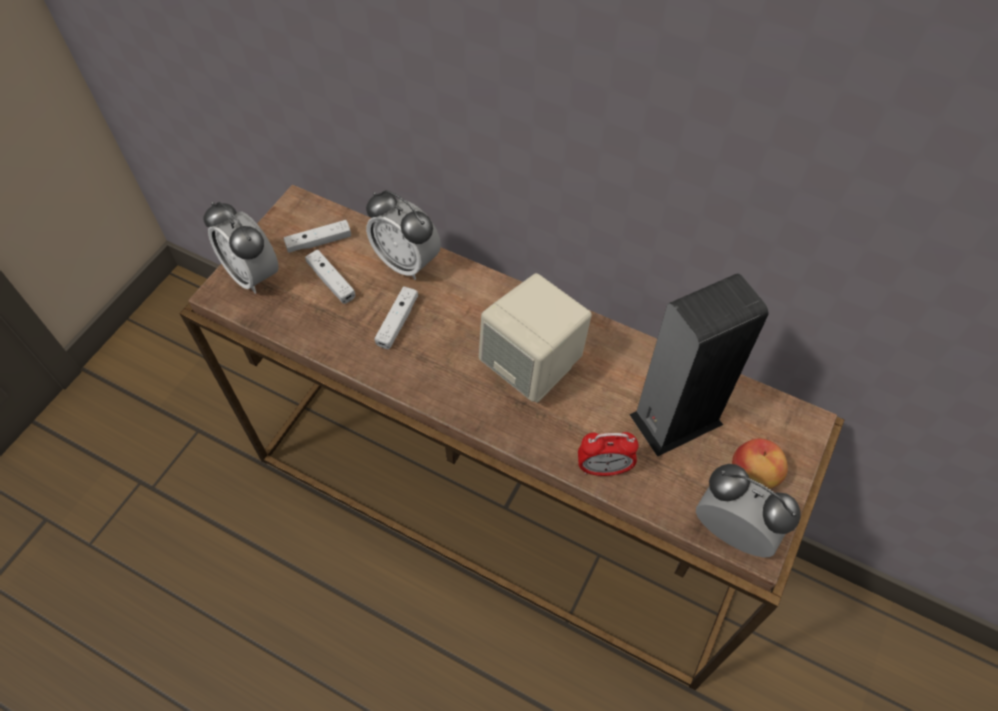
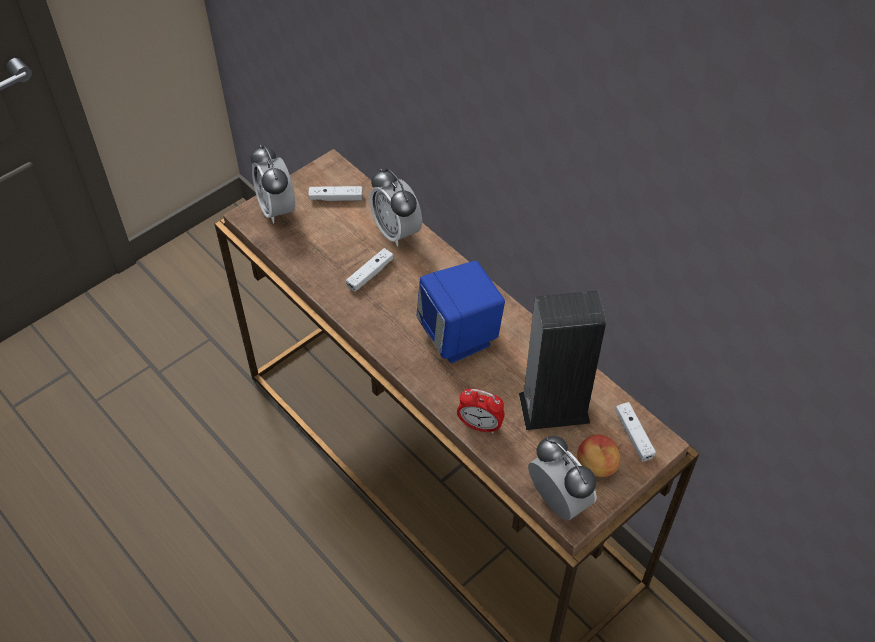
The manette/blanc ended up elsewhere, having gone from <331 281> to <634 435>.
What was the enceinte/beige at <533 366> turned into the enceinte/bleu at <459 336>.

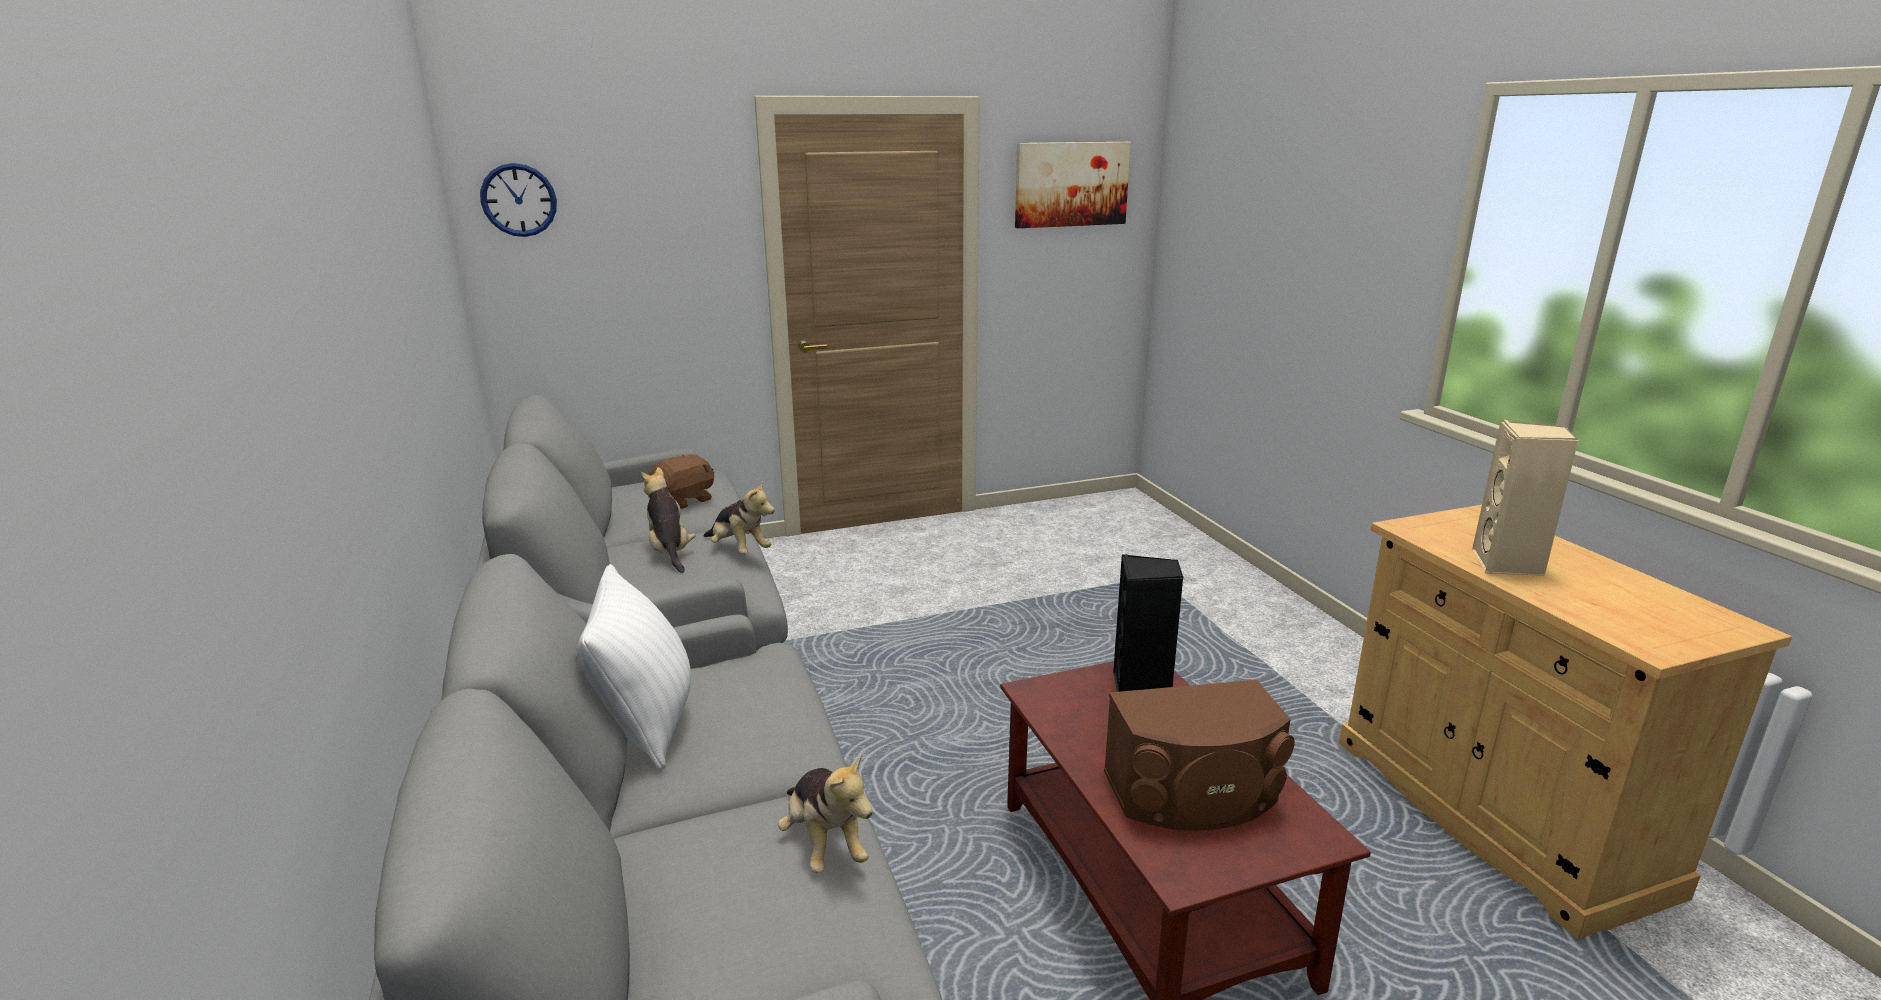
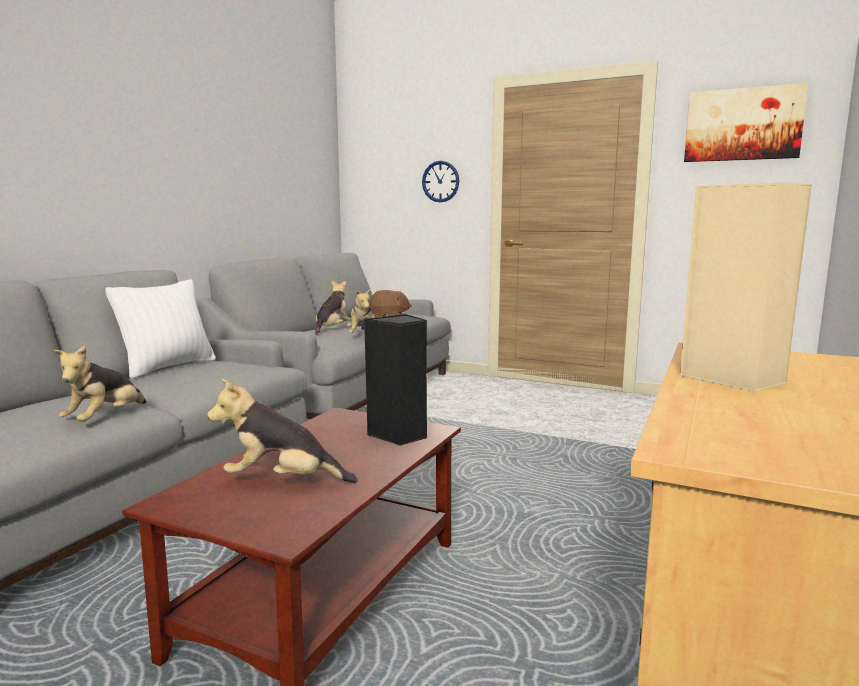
The horloge murale ended up elsewhere, having gone from <519 200> to <440 181>.
Where the enceinte/marron stood at <1194 794>, the peluche came to stand at <282 481>.

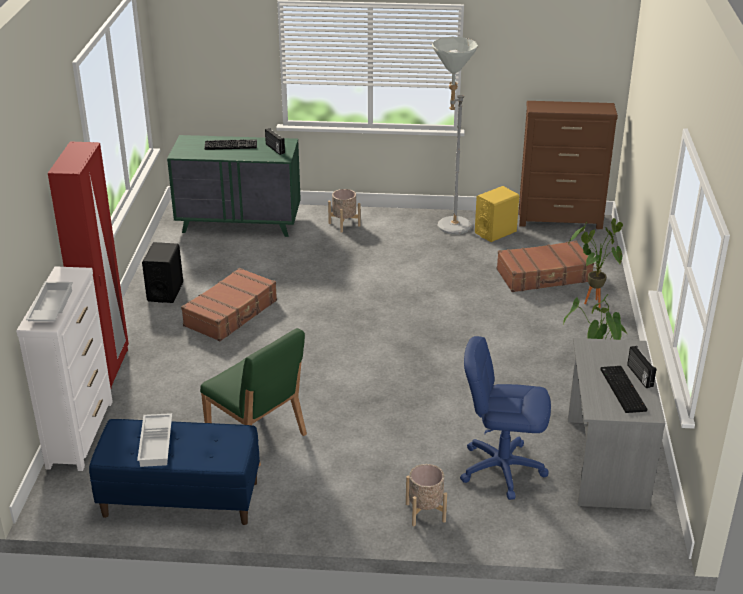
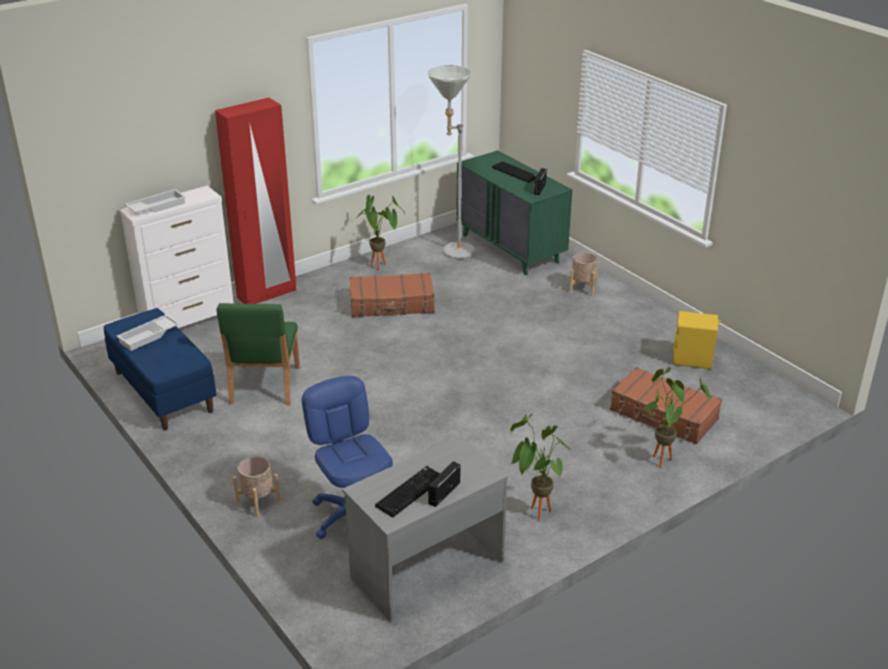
The second view lost the commode/marron at <560 221>.
The lampadaire/gris ended up elsewhere, having gone from <449 229> to <451 251>.
Where the enceinte/noir stood at <165 292>, the plante en pot came to stand at <381 267>.

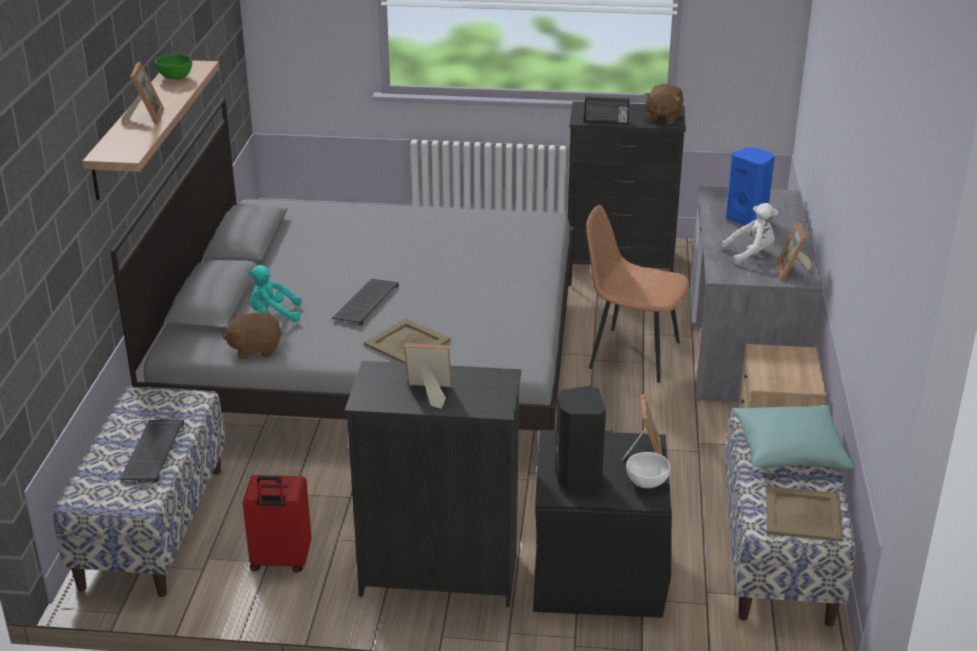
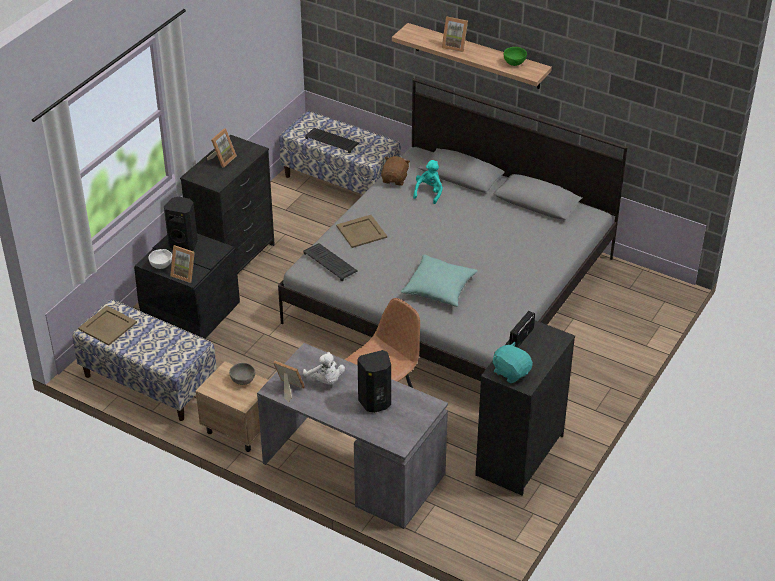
The second view lost the valise/rouge at <280 561>.
The second view gained the bol/gris at <243 381>.
The clavier ended up elsewhere, having gone from <365 302> to <331 262>.
The coussin/turquoise ended up elsewhere, having gone from <789 451> to <439 289>.
What was the peluche/marron at <662 117> turned into the peluche/turquoise at <511 372>.
What was the enceinte/bleu at <747 219> turned into the enceinte/noir at <375 403>.
The peluche/blanc at <751 253> ended up facing another way, 45 degrees counterclockwise from before.

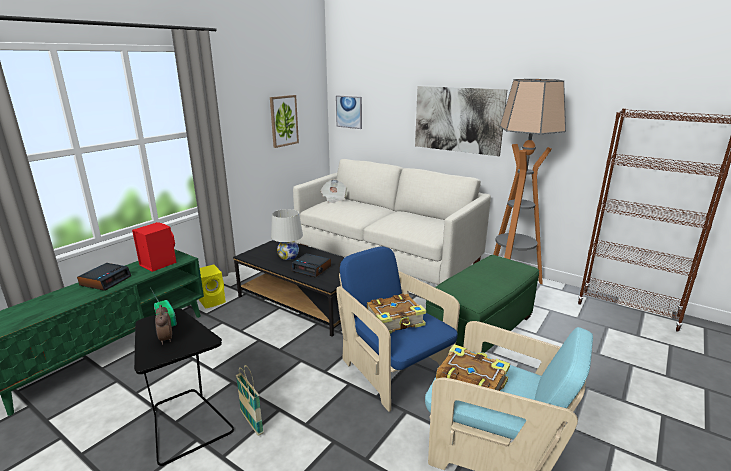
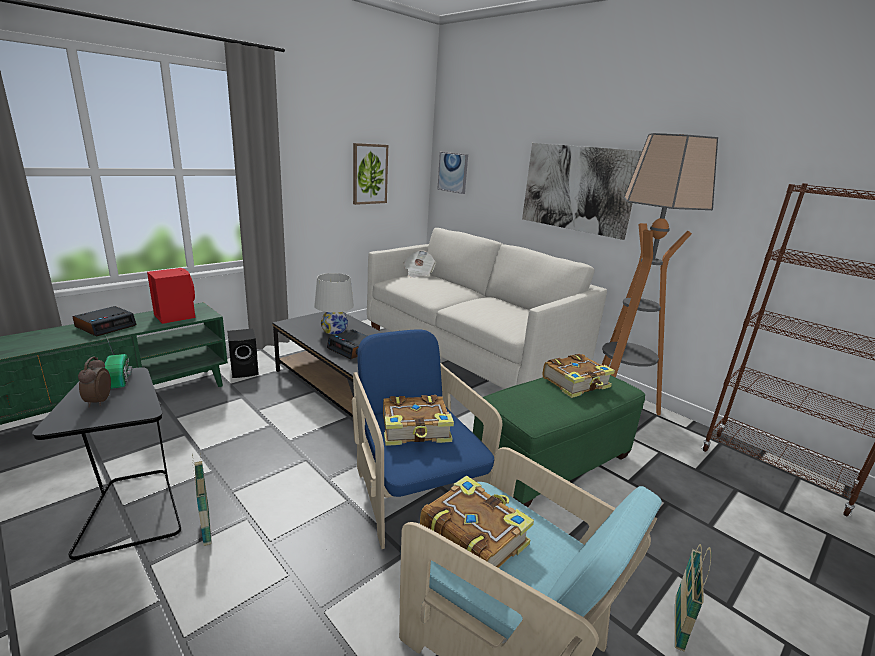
The second view gained the livre at <576 383>.
The second view gained the panier at <678 624>.
What was the enceinte/jaune at <213 300> turned into the enceinte/noir at <245 370>.

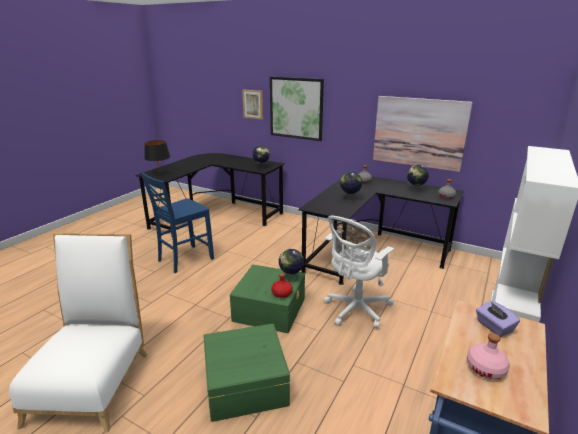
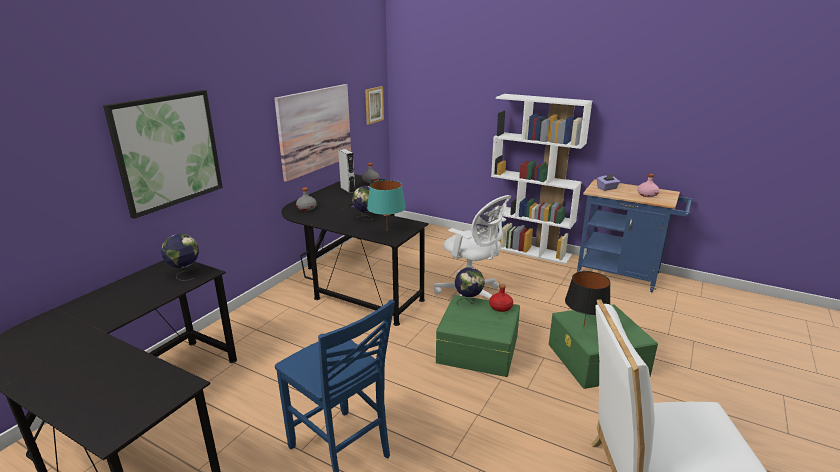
The second view gained the lampe de table/turquoise at <387 230>.
The lampe de table/noir ended up elsewhere, having gone from <159 173> to <583 327>.
The tableau ended up elsewhere, having gone from <253 104> to <373 105>.
Where the globe stood at <415 190>, the enceinte/gris came to stand at <348 189>.

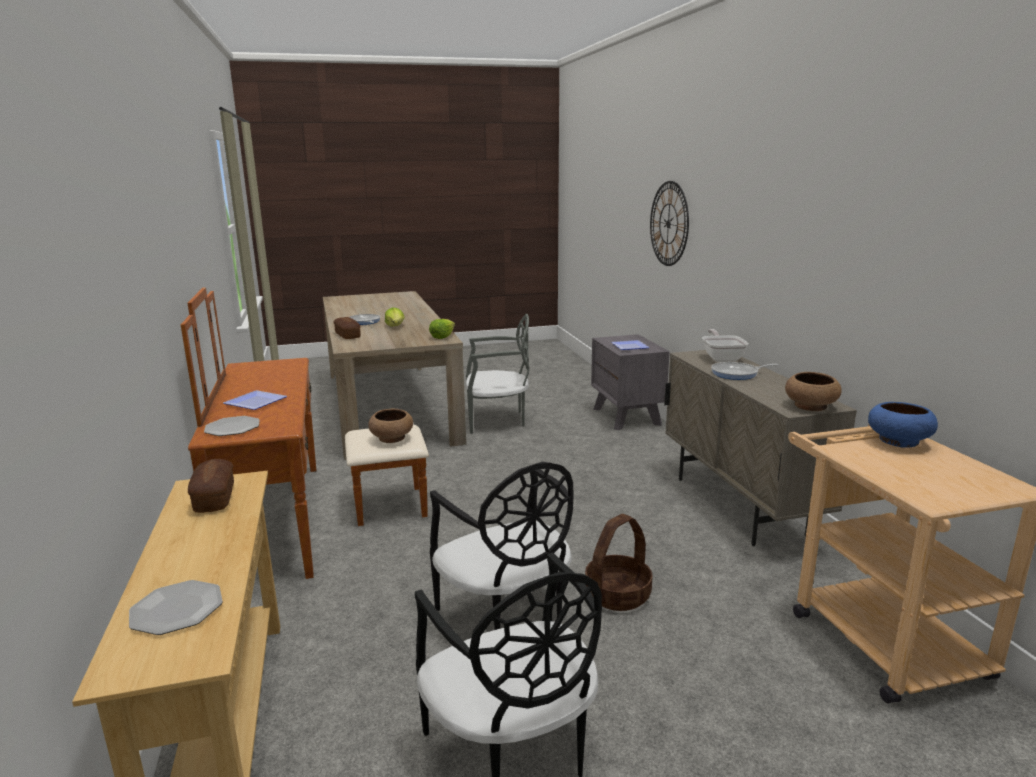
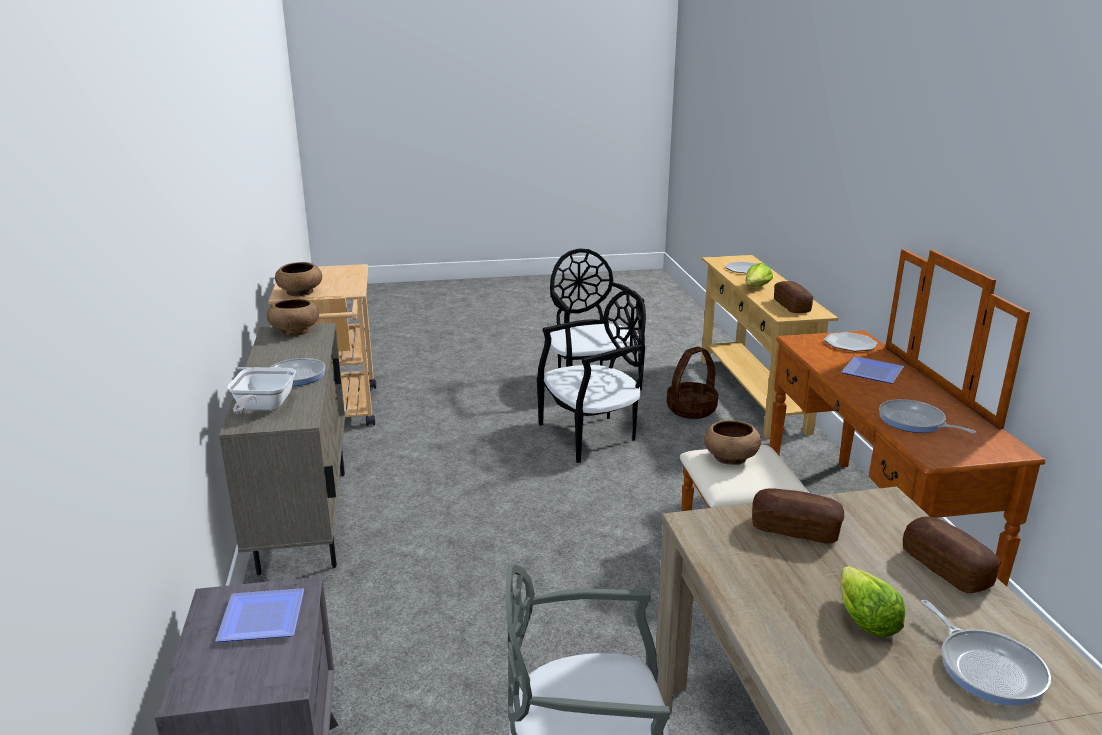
The second view lost the horloge murale at <668 224>.
The second view gained the pain at <795 529>.
The second view gained the poêle at <914 422>.
The laitue ended up elsewhere, having gone from <442 337> to <756 287>.
The panier ended up elsewhere, having gone from <617 595> to <691 409>.
What was the bol/bleu at <898 441> turned into the bol/marron at <300 292>.
The chaise/noir at <506 616> ended up facing another way, 90 degrees clockwise from before.

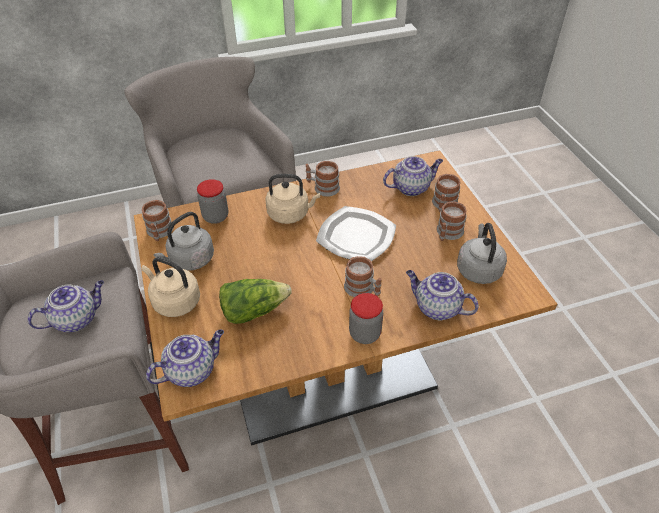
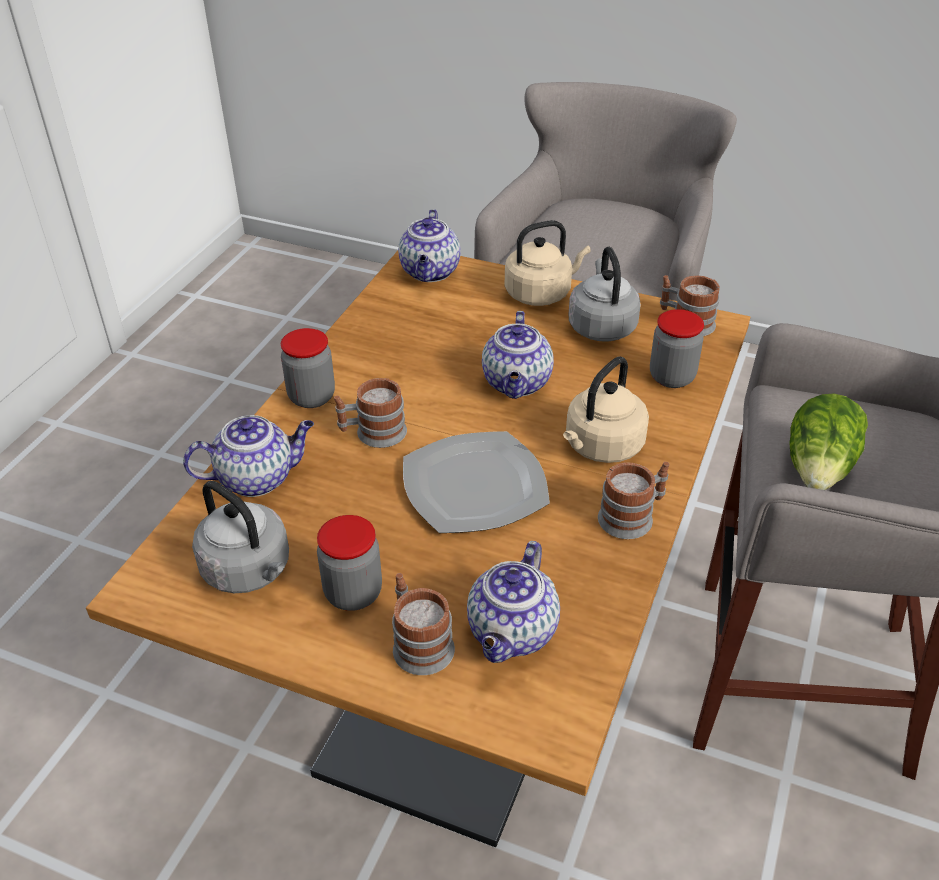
The théière ended up elsewhere, having gone from <77 319> to <517 384>.
The laitue ended up elsewhere, having gone from <253 310> to <819 468>.
Where the mug stood at <447 233>, the bocal came to stand at <353 593>.

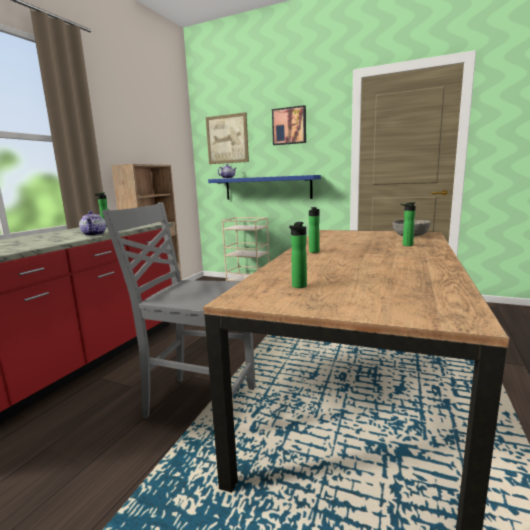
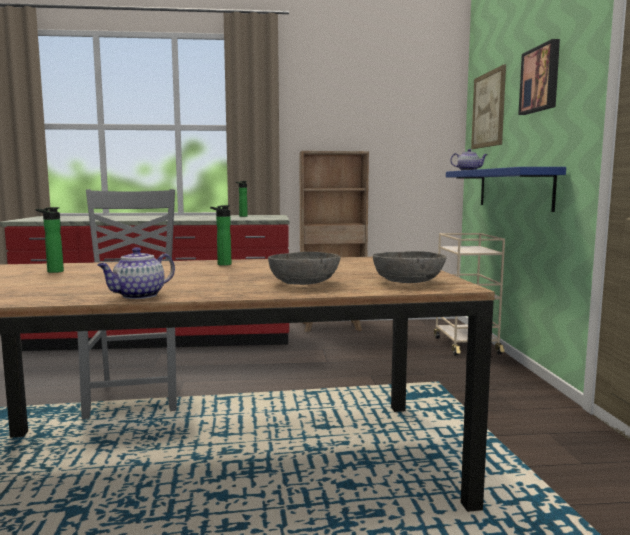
The théière ended up elsewhere, having gone from <94 234> to <138 296>.
Where the bouteille stood at <406 245>, the bol/gris came to stand at <304 283>.

